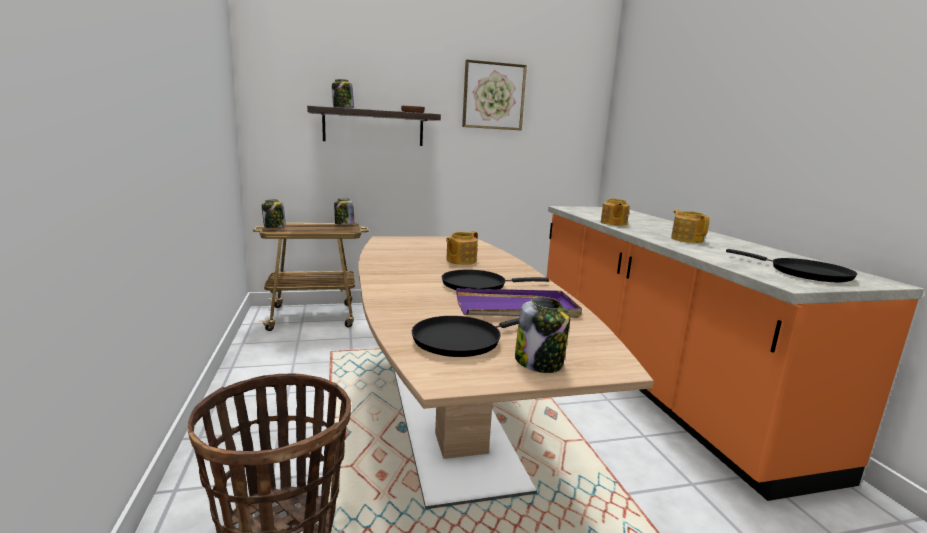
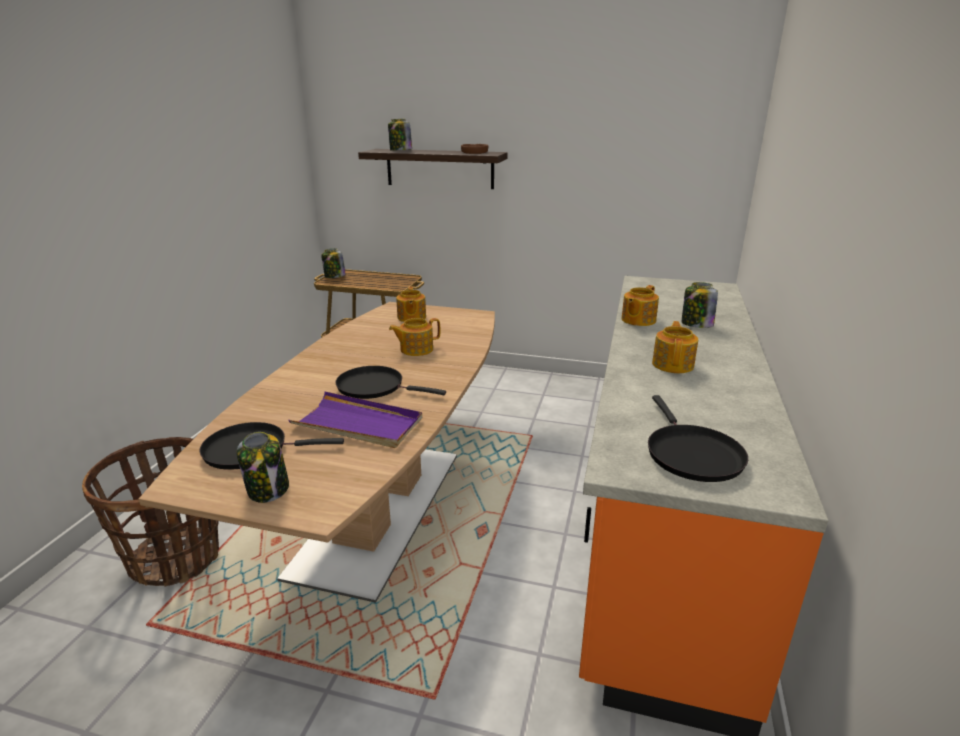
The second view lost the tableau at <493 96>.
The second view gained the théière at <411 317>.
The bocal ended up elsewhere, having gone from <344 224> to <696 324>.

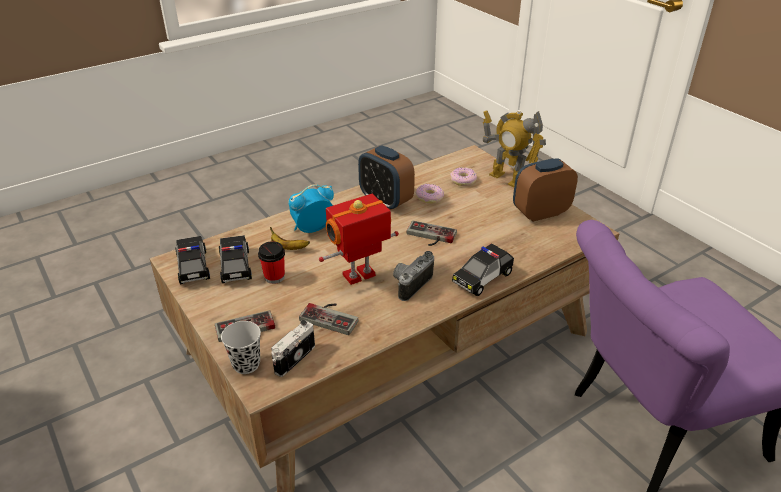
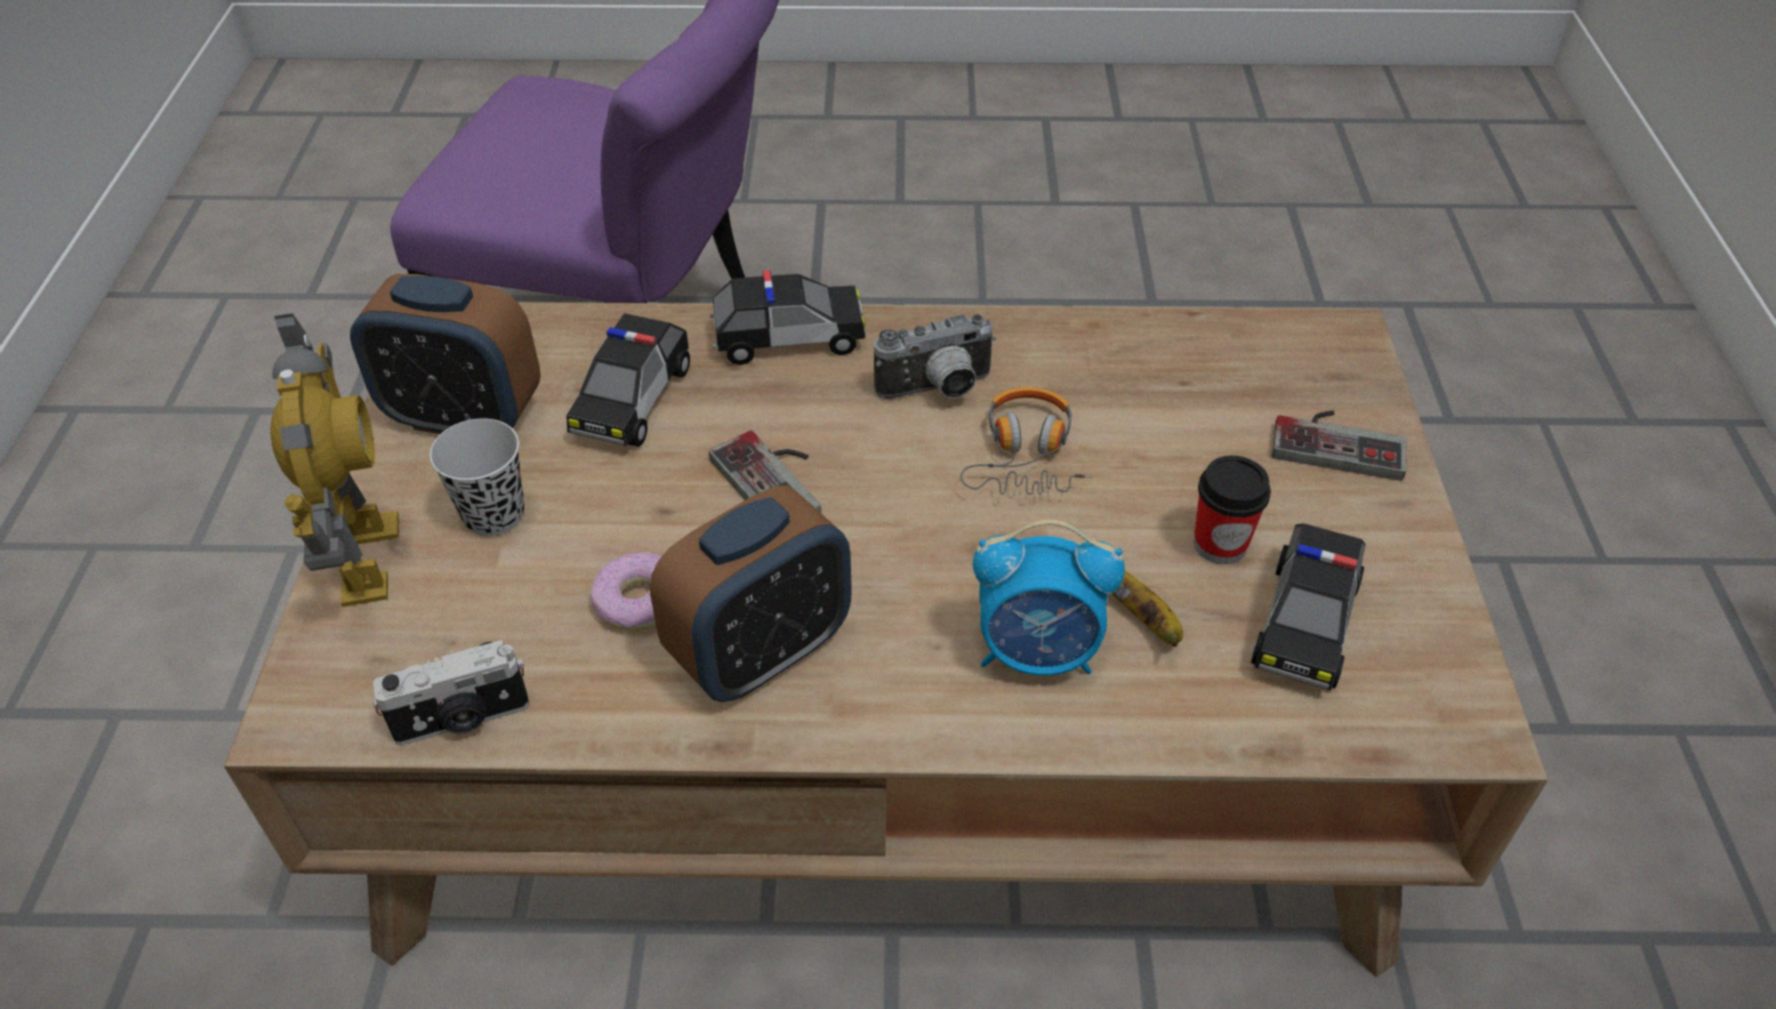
The second view lost the manette at <331 316>.
The second view lost the beignet at <463 180>.
The petite voiture ended up elsewhere, having gone from <193 267> to <633 400>.
The tasse/noir ended up elsewhere, having gone from <246 364> to <494 515>.
The appareil photo ended up elsewhere, having gone from <293 358> to <462 720>.
Where the robot jouet stood at <360 276>, the casque audio came to stand at <1025 455>.
The réveil at <385 201> ended up facing another way, 60 degrees clockwise from before.

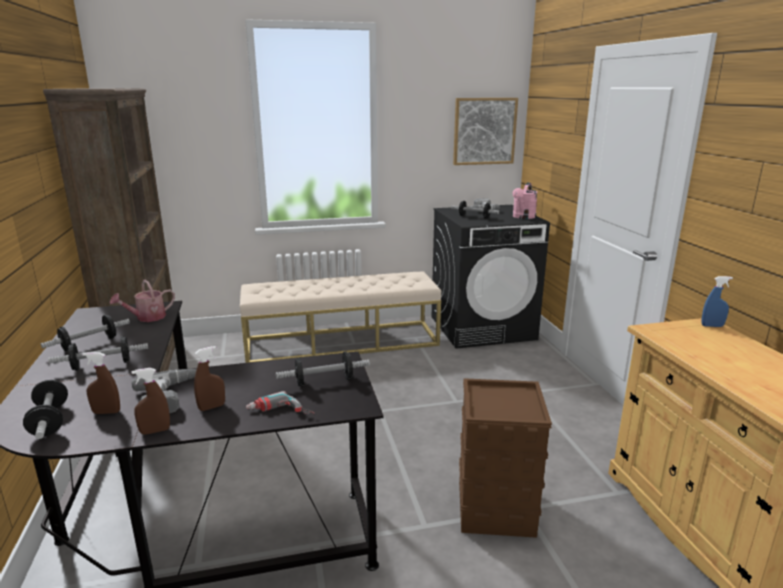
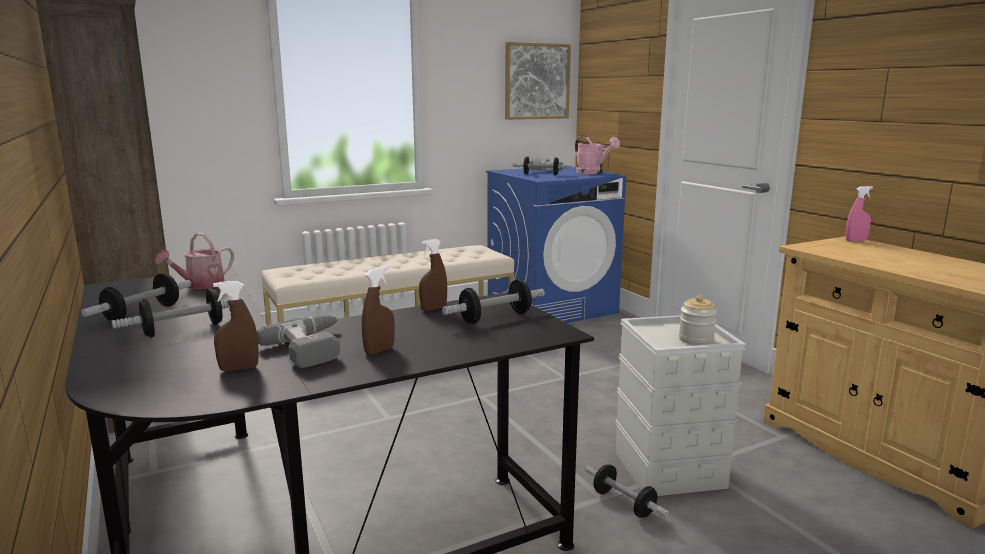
The second view lost the perceuse at <279 414>.
The second view gained the bocal at <696 340>.
The haltère ended up elsewhere, having gone from <50 421> to <624 504>.
The vaporisateur/marron ended up elsewhere, having gone from <155 431> to <433 309>.
What was the lave-linge/noir at <482 328> turned into the lave-linge/bleu at <552 307>.
What was the boîte de rangement/marron at <494 508> turned into the boîte de rangement/gris at <667 469>.
What was the vaporisateur/bleu at <712 326> turned into the vaporisateur/rose at <856 241>.
The arrosoir/rose at <523 217> ended up facing another way, 45 degrees counterclockwise from before.

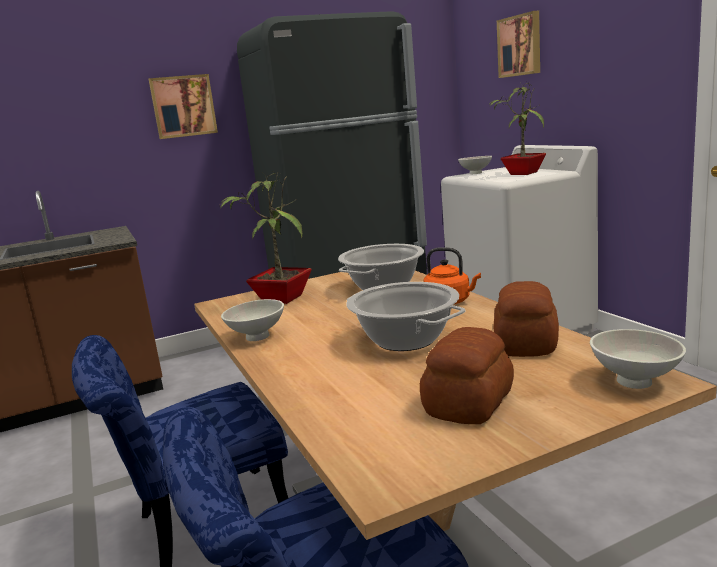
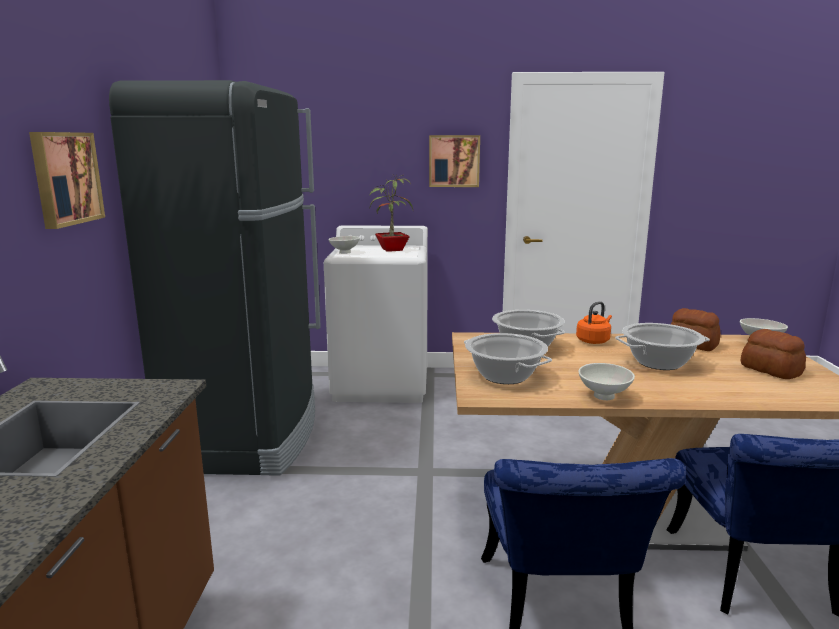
The tableau ended up elsewhere, having gone from <520 45> to <454 161>.
Where the plante en pot stood at <280 299>, the marmite came to stand at <505 376>.

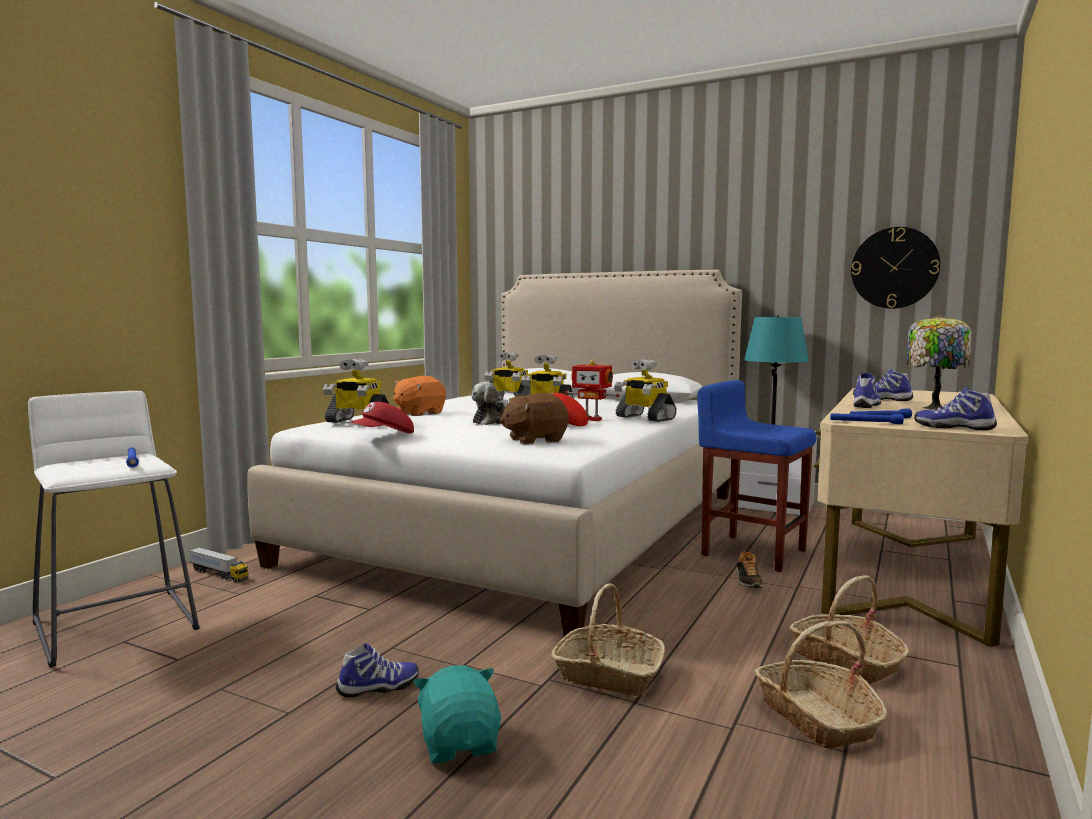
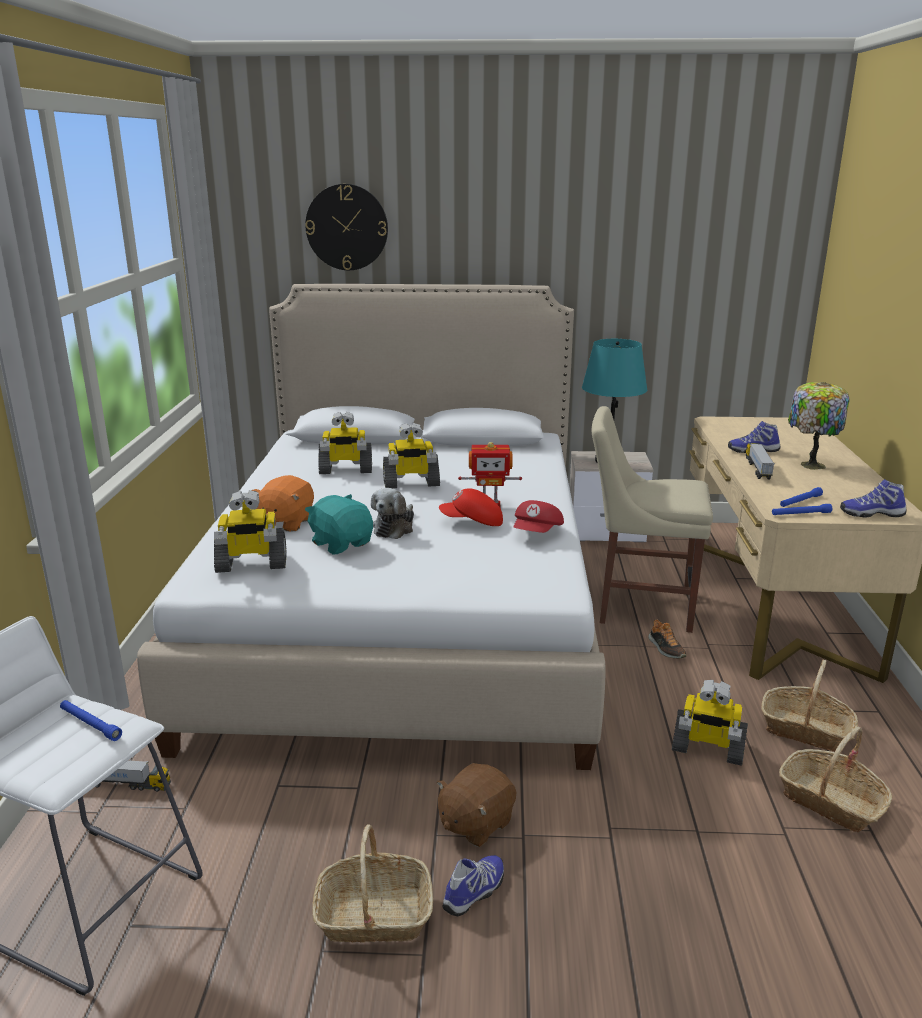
The casquette/rouge ended up elsewhere, having gone from <384 435> to <537 533>.
The peluche/turquoise ended up elsewhere, having gone from <460 743> to <341 543>.
The peluche/marron ended up elsewhere, having gone from <535 440> to <475 823>.
The panier ended up elsewhere, having gone from <607 675> to <373 915>.
The robot jouet ended up elsewhere, having gone from <644 418> to <707 748>.
The horloge murale ended up elsewhere, having gone from <894 268> to <347 227>.
Where the tabouret/bleu stood at <752 552>, the chaise/beige came to stand at <639 606>.
Where the chaussure stood at <867 406>, the camion jouet came to stand at <757 468>.

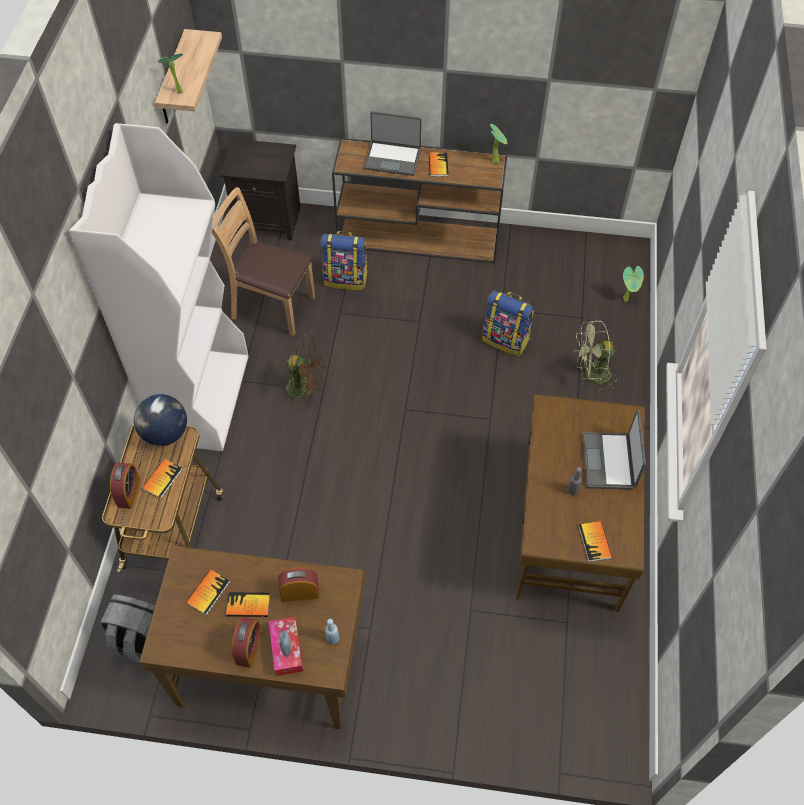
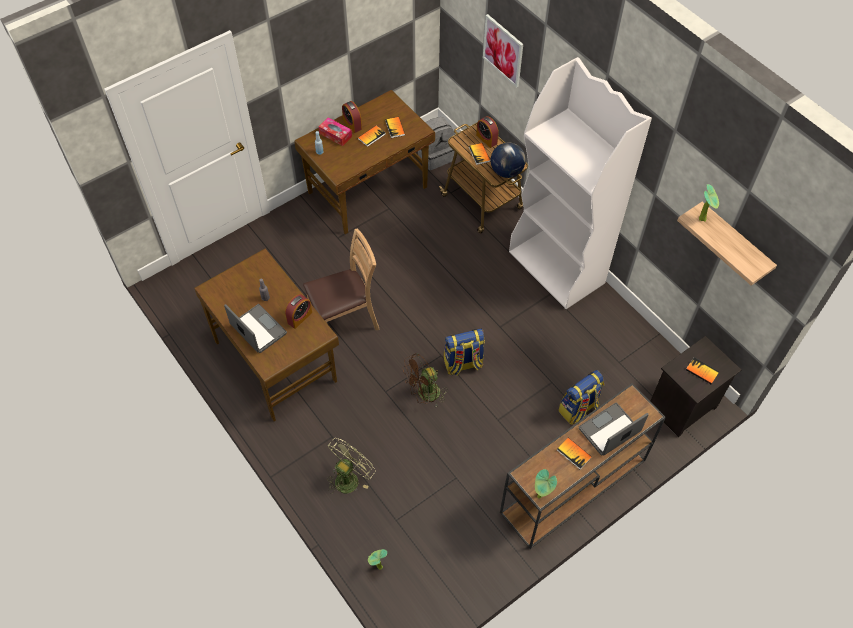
The second view gained the tableau at <503 50>.
The chaise/marron ended up elsewhere, having gone from <272 306> to <345 320>.
The réveil ended up elsewhere, having gone from <300 592> to <299 317>.
The ventilateur/marron ended up elsewhere, having gone from <306 388> to <424 395>.
The sac à dos ended up elsewhere, having gone from <506 339> to <463 364>.
The livre ended up elsewhere, having gone from <594 542> to <702 371>.

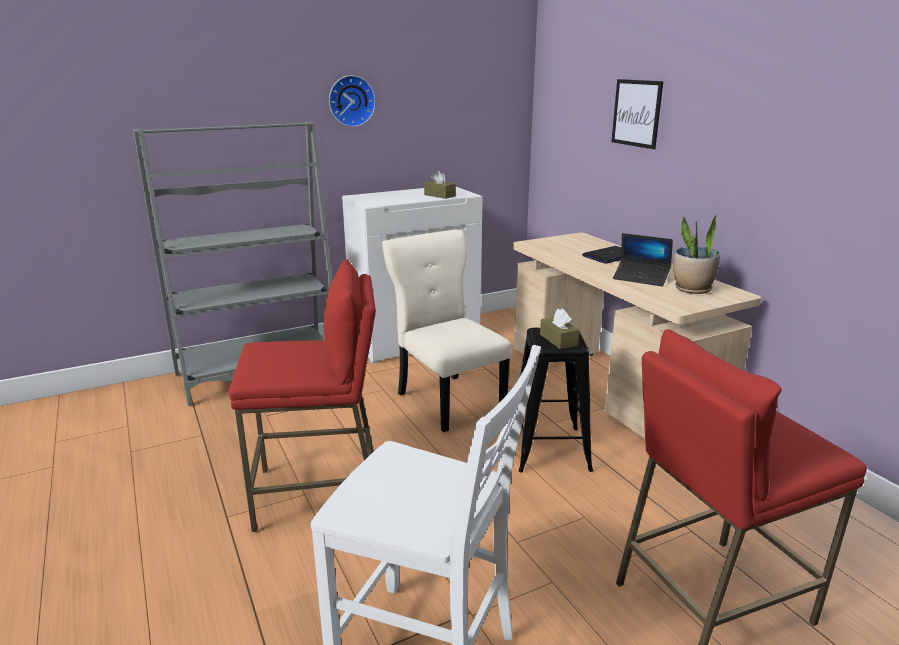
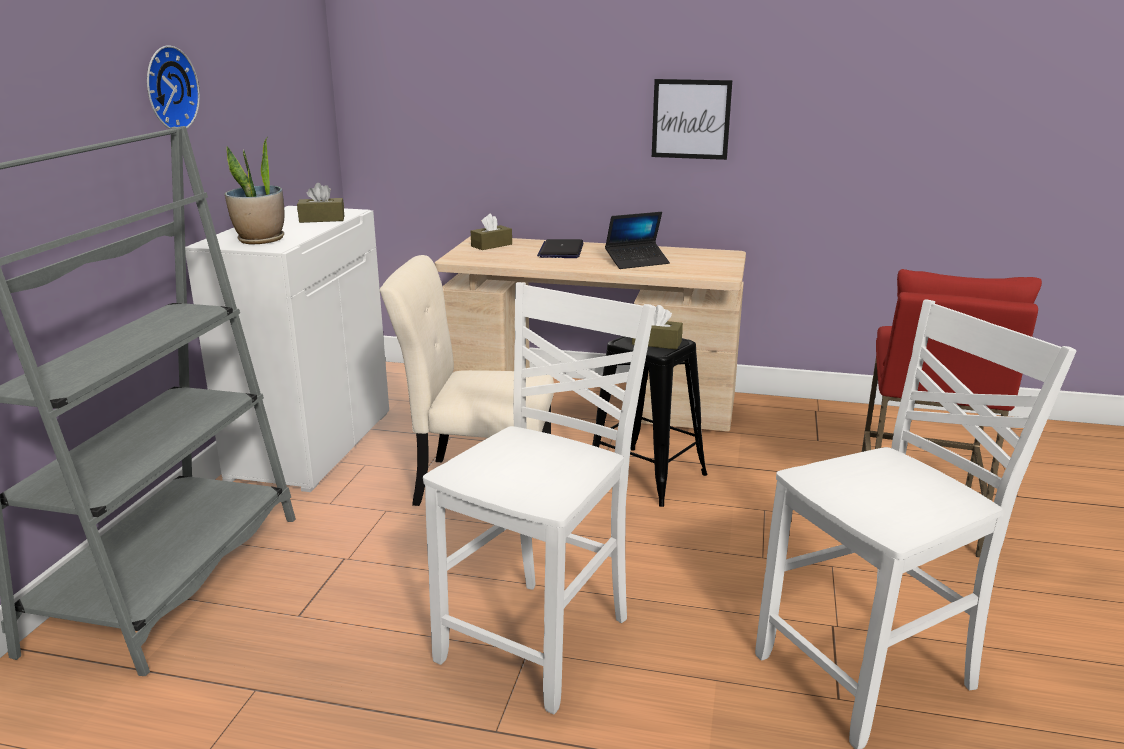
The second view gained the boîte à mouchoirs/marron at <491 245>.
The tableau ended up elsewhere, having gone from <636 113> to <691 119>.
The plante en pot ended up elsewhere, having gone from <692 289> to <260 240>.
Where the tabouret/rouge stood at <319 493>, the chaise/blanc came to stand at <540 639>.

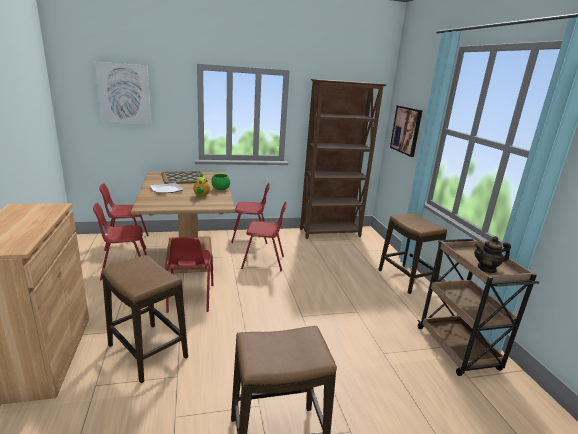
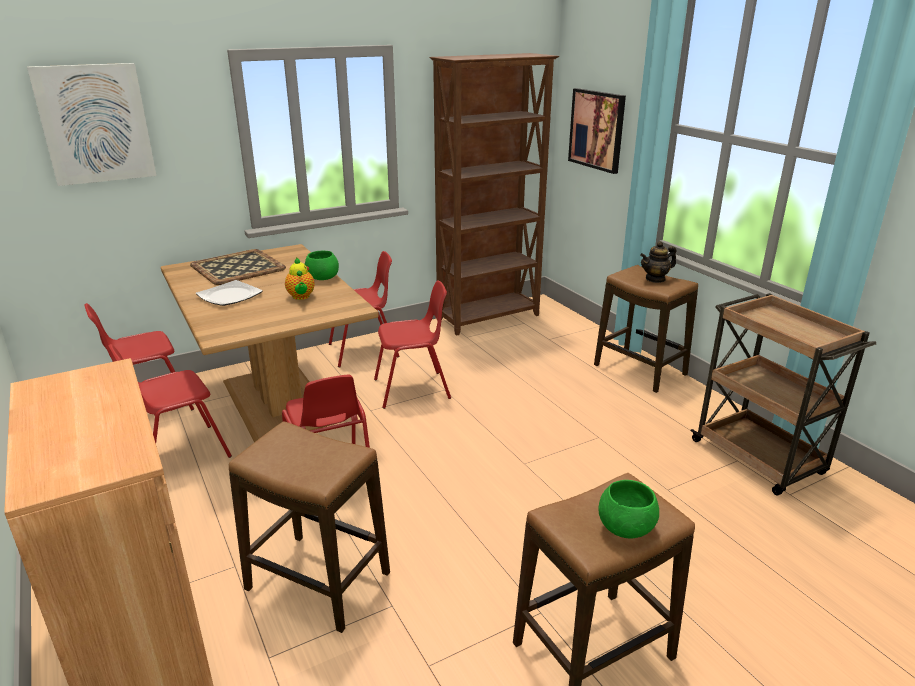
The second view gained the bol/vert at <625 528>.
The théière ended up elsewhere, having gone from <487 268> to <655 279>.

